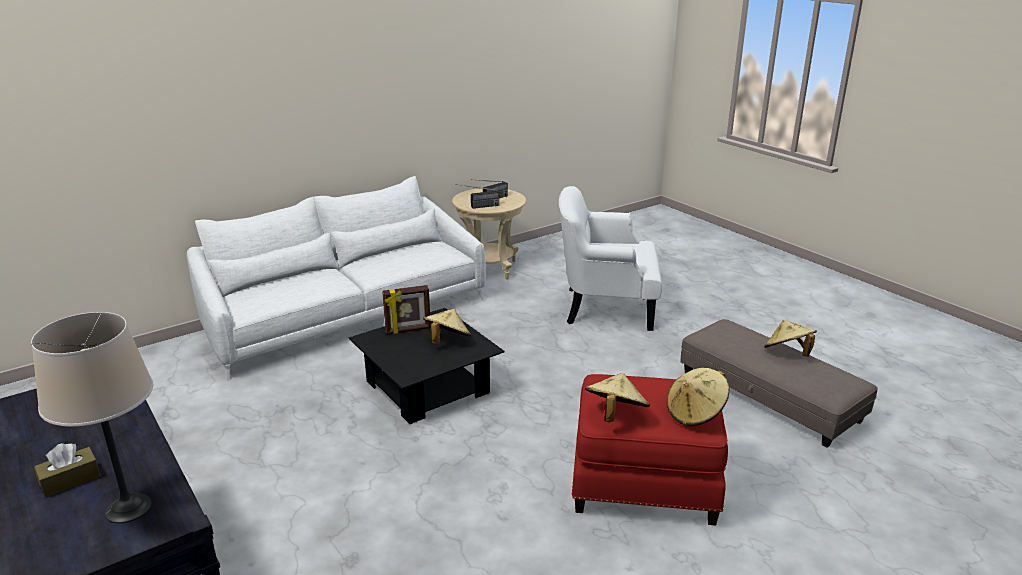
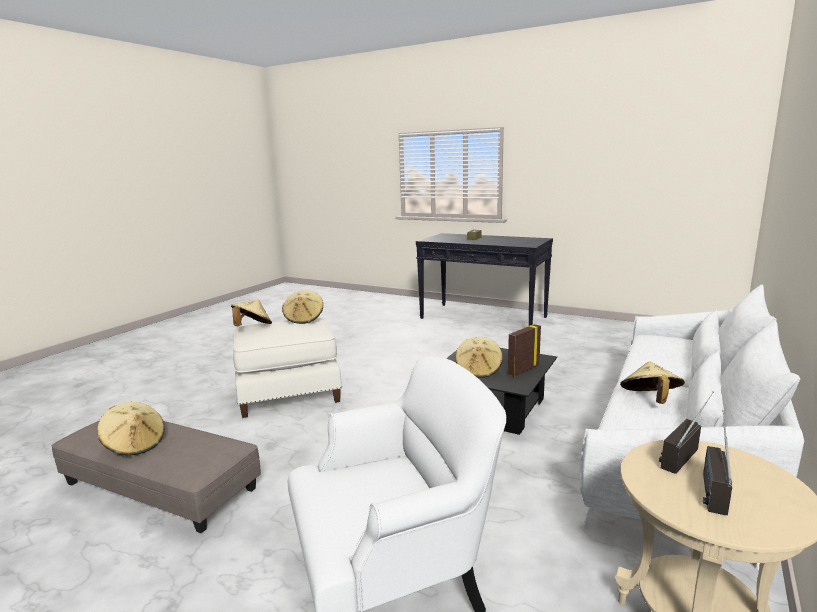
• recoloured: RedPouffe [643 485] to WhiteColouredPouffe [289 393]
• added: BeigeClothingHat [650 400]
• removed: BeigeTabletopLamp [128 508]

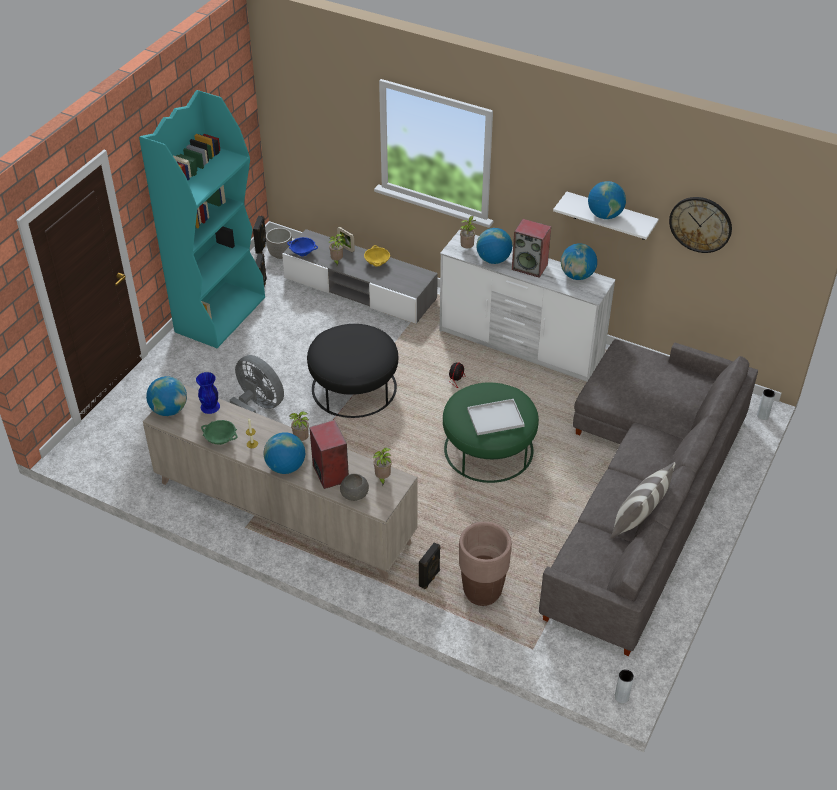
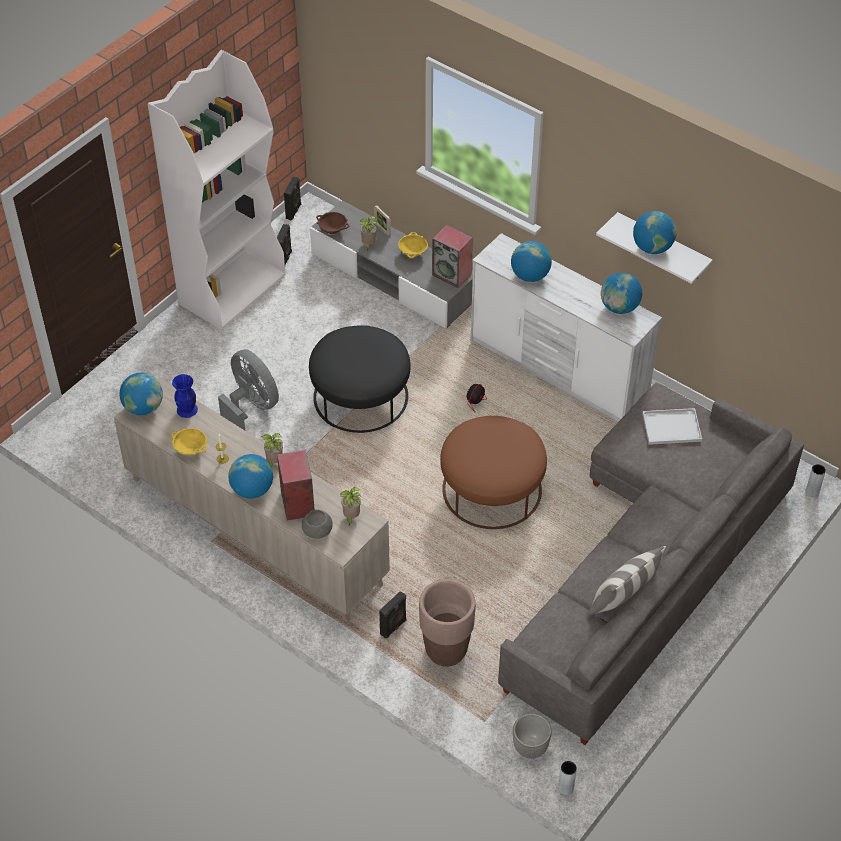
• recoloured: TurquoiseColouredBookcase [220 314] to WhiteColouredBookcase [232 289]
• recoloured: GreenishDeepDish [221 440] to YellowishDeepDish [190 449]
• recoloured: BluishDeepDish [303 253] to BrownColouredDeepDish [332 230]
• moved: Speaker [530 266] to [452 274]
• recoloured: GreenishPouffe [489 449] to BrownColouredPouffe [492 489]
• moved: FlowerPot [280 254] to [530 748]
• moved: WhiteColouredServingTray [494 418] to [670 428]
• removed: PottedPlant [467 248]
• removed: HangingClock [700 224]

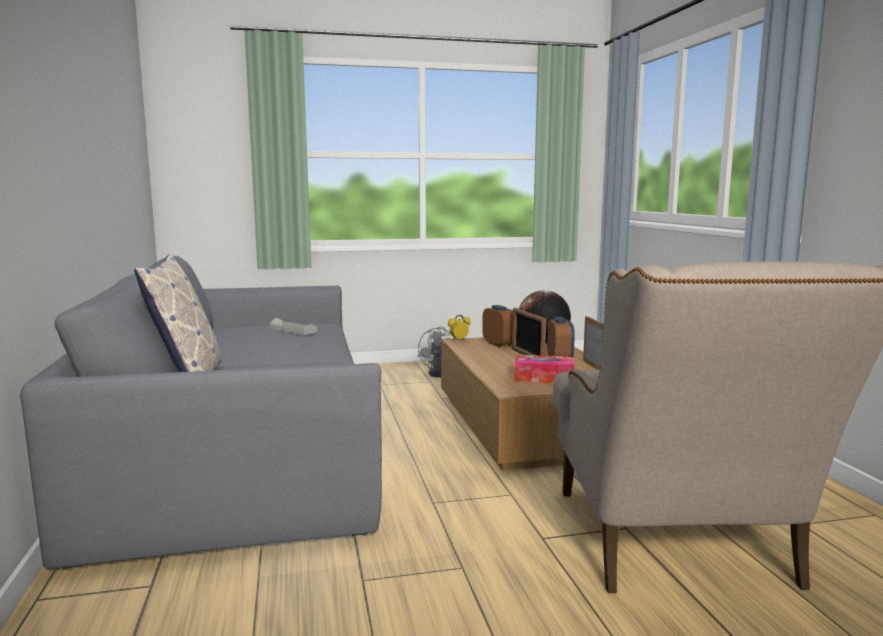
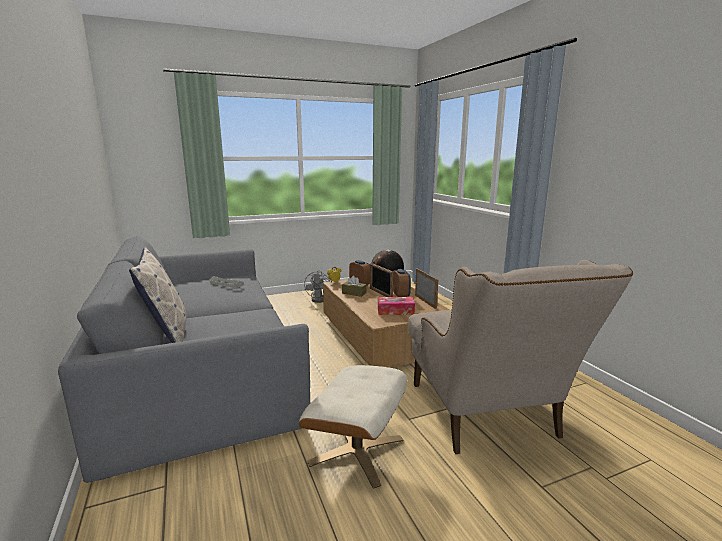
• added: BeigePouffe [357 451]
• added: BrownColouredBoxOfTissues [354 293]

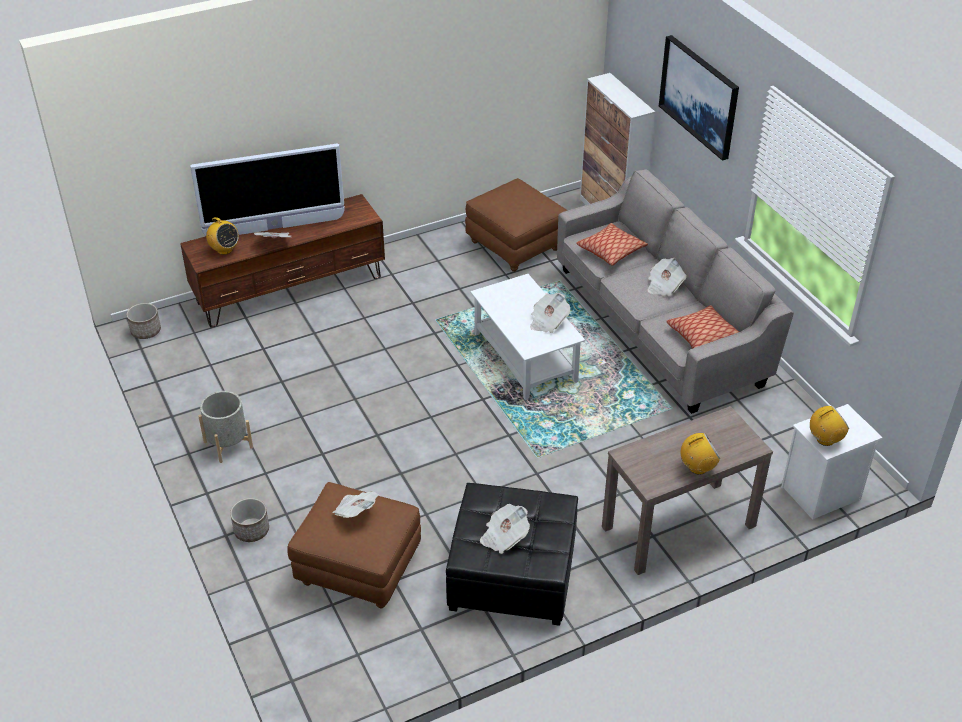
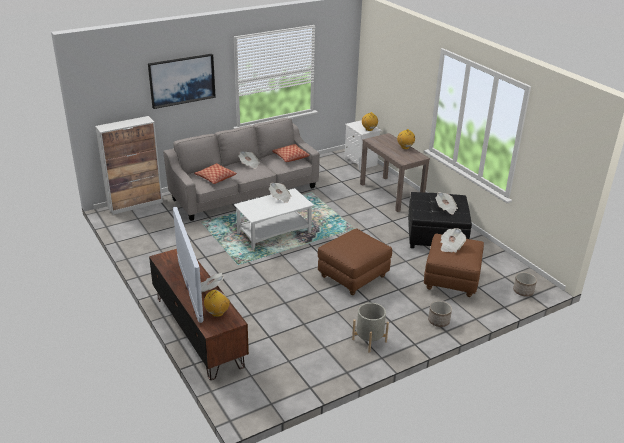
• moved: BrownColouredPouffe [515 246] to [353 276]
• moved: FlowerPot [146 331] to [523 291]

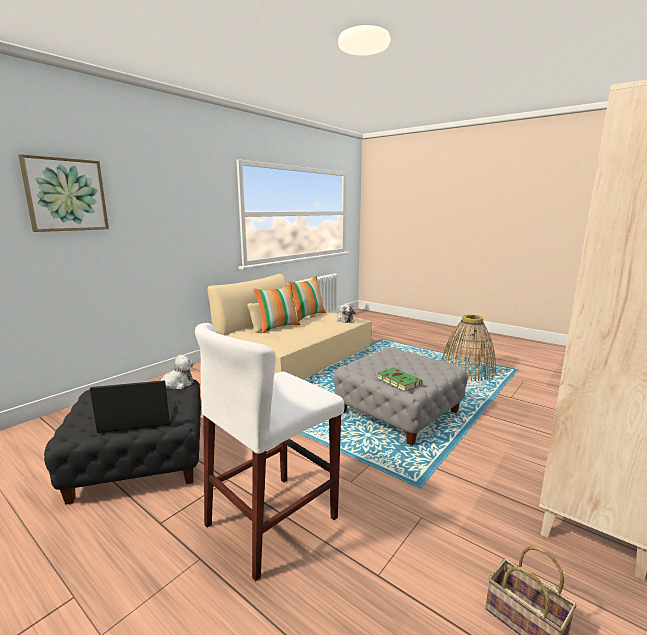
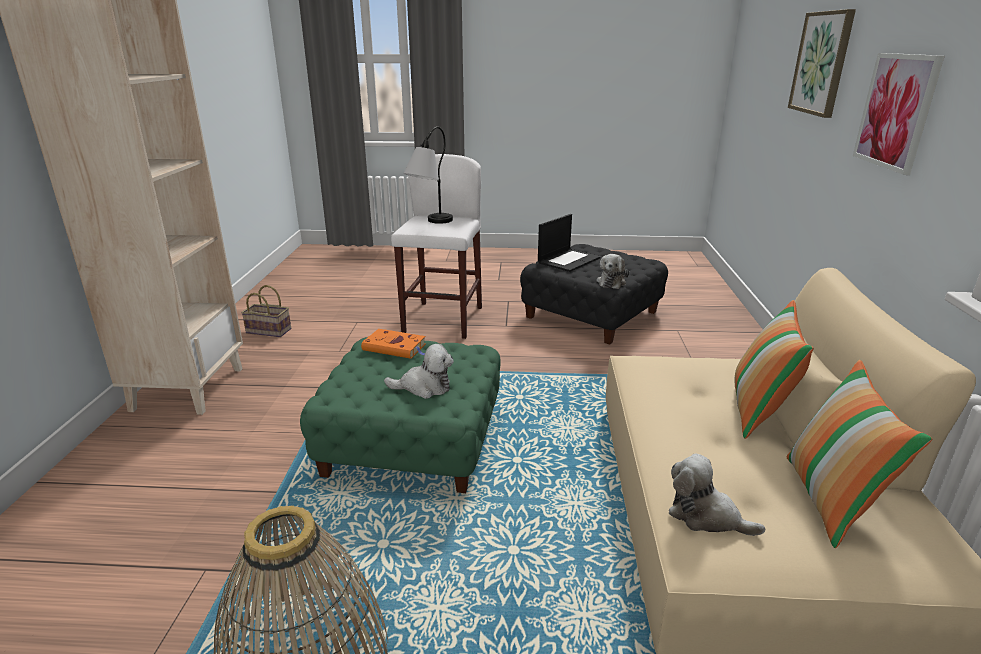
• recoloured: GrayPouffe [398 412] to GreenishPouffe [412 441]
• recoloured: GreenishBoundBook [397 381] to OrangeyBoundBook [396 348]
• added: PlushToy [424 387]
• added: TabletopLamp [430 224]
• added: WallArt [896 111]

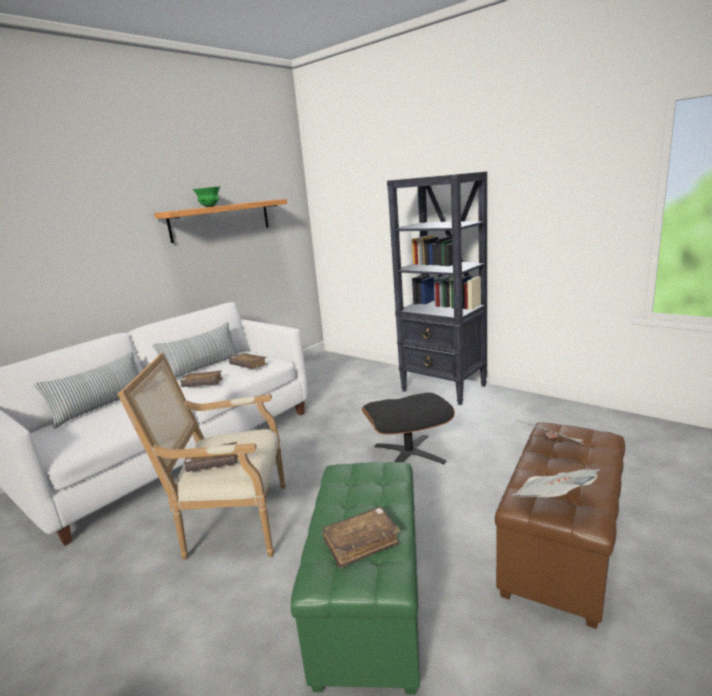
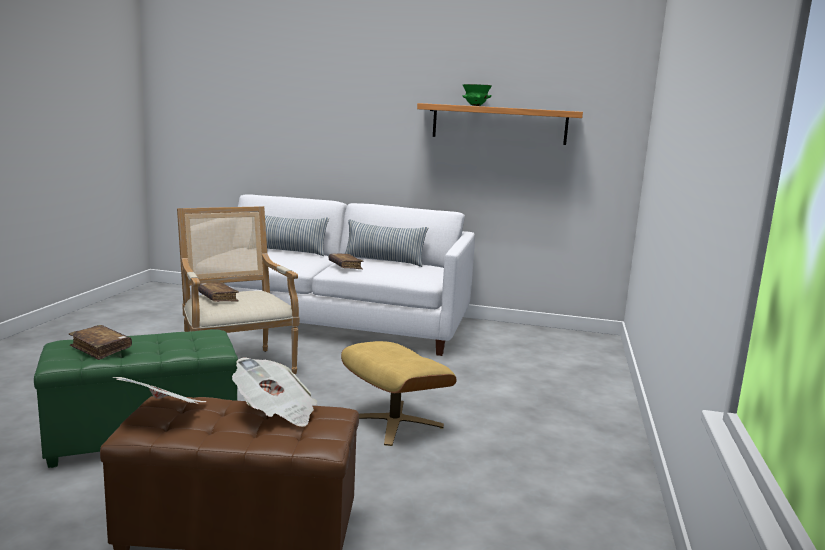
• recoloured: BlackColouredPouffe [409 454] to BeigePouffe [393 422]
• removed: BrownColouredBoundBook [248 366]
• removed: BlackColouredBookcase [444 388]

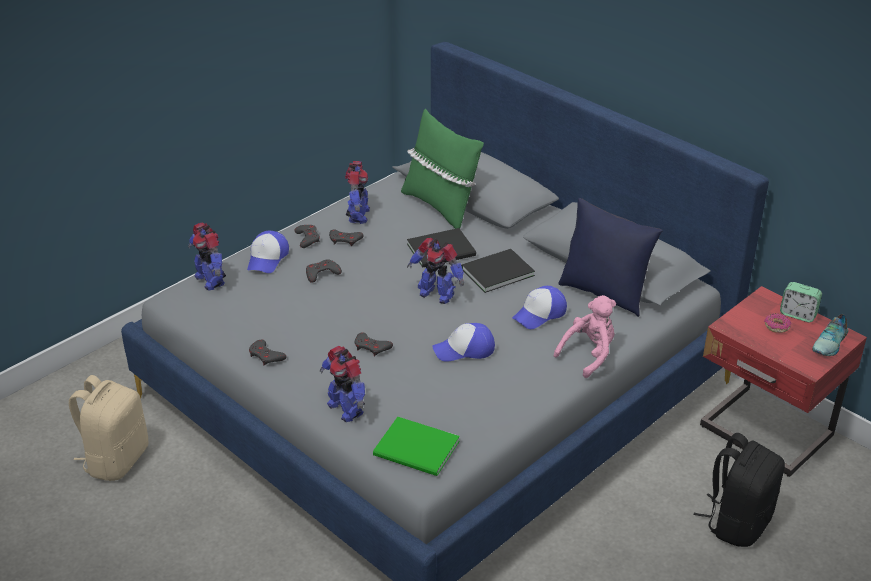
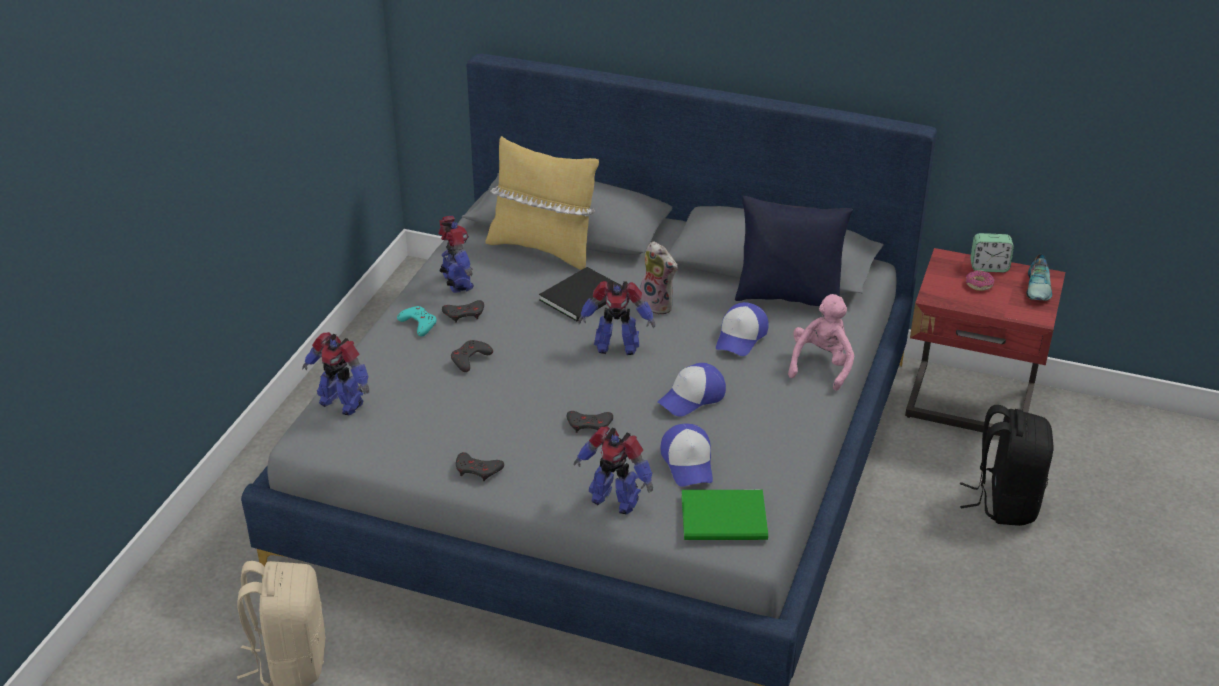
• recoloured: GrayGamepad [307 238] to TurquoiseColouredGamepad [418 324]
• recoloured: GreenishPillow [440 206] to YellowishPillow [543 248]
• replaced: BlackColouredBoundBook [495 272] to PlushToy [659 305]
• moved: PeakedCap [267 258] to [688 463]

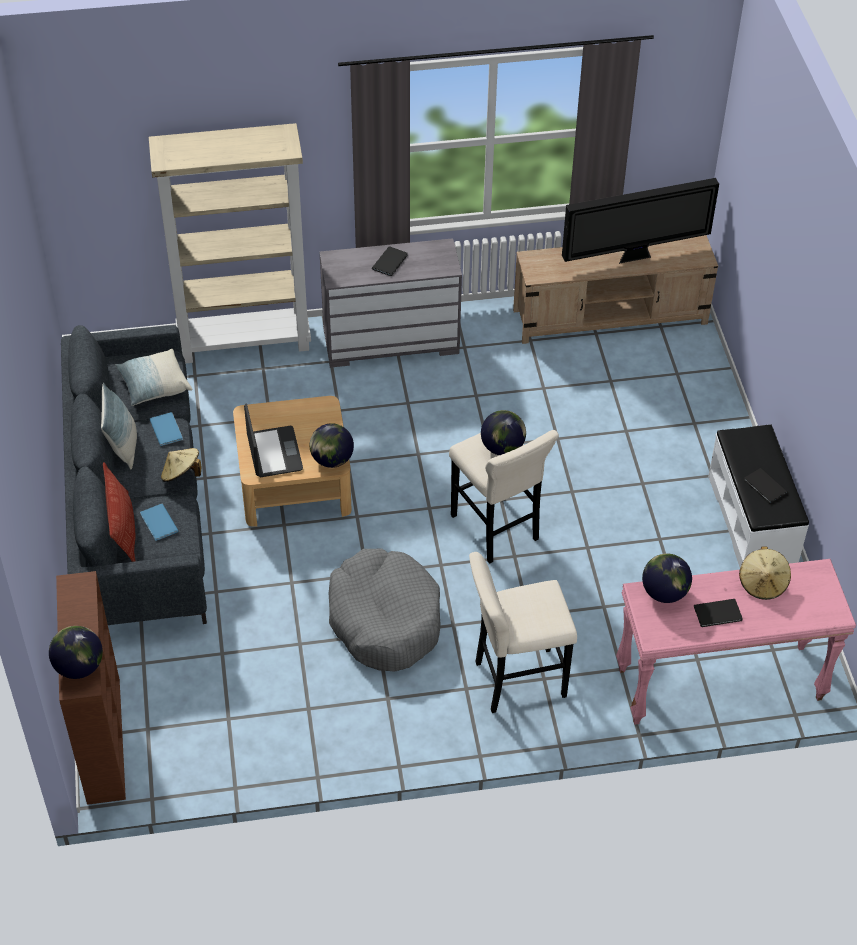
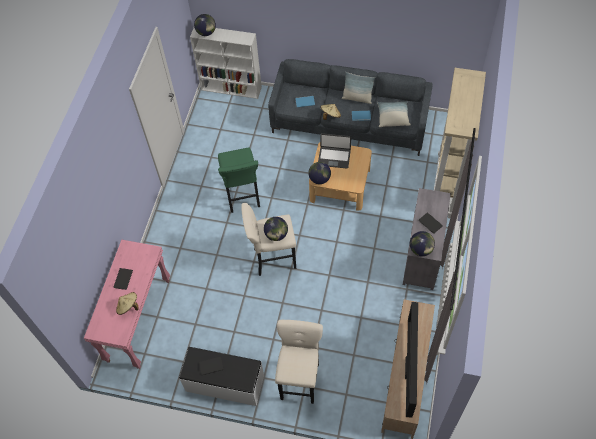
• recoloured: BrownColouredBookcase [103 739] to WhiteColouredBookcase [232 88]
• replaced: GrayPetBed [385 619] to GreenishStoolSeat [242 197]
• moved: BeigeStoolSeat [515 680] to [300 379]
• moved: DeskGlobe [664 592] to [421 249]
• removed: Pillow [123 529]

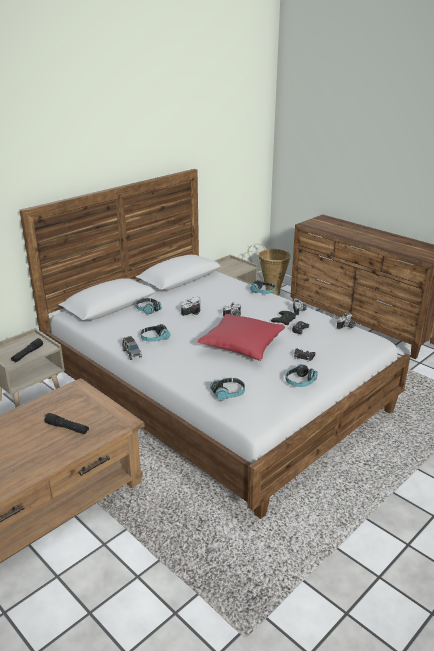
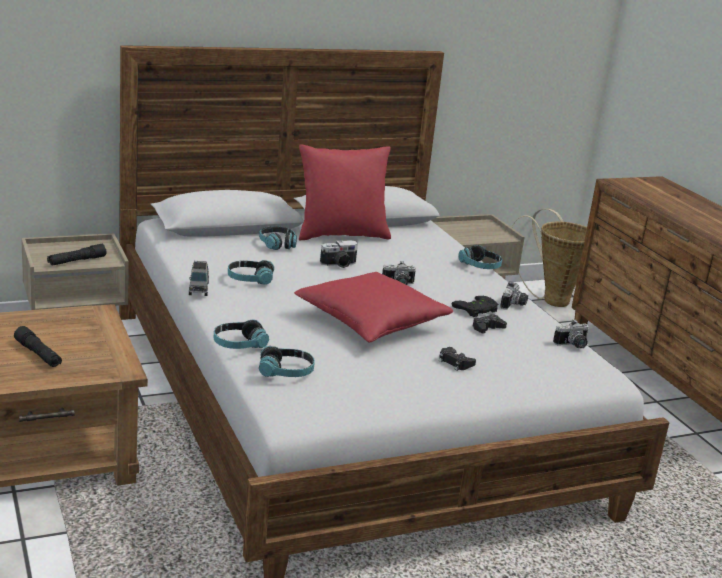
• moved: PairOfHeadphones [300 382] to [239 344]
• added: RedPillow [341 235]

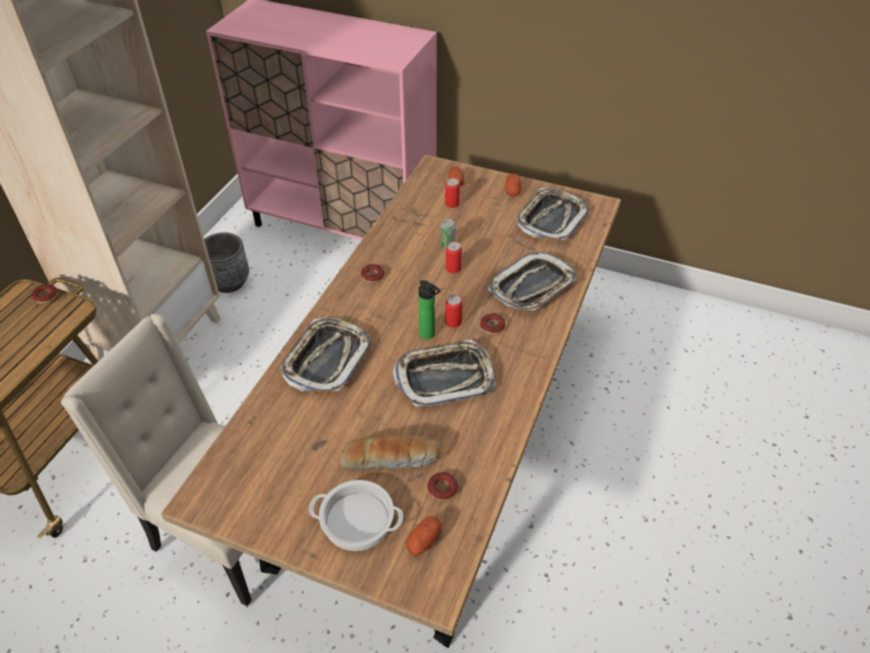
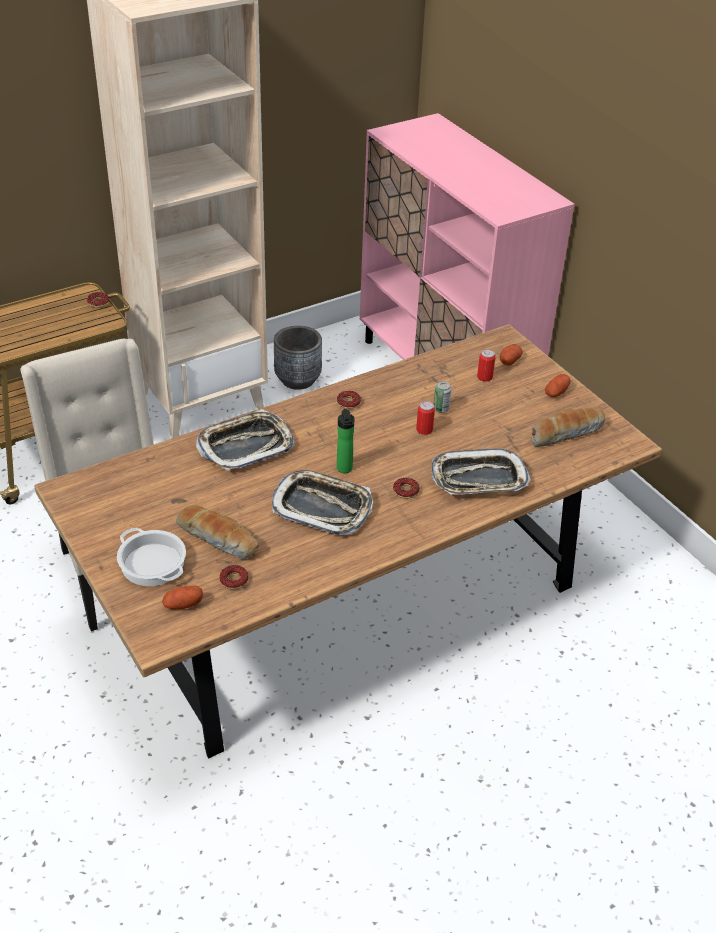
• replaced: ServingTray [551 219] to BakedBread [566 433]
• removed: MetalCan [453 322]

